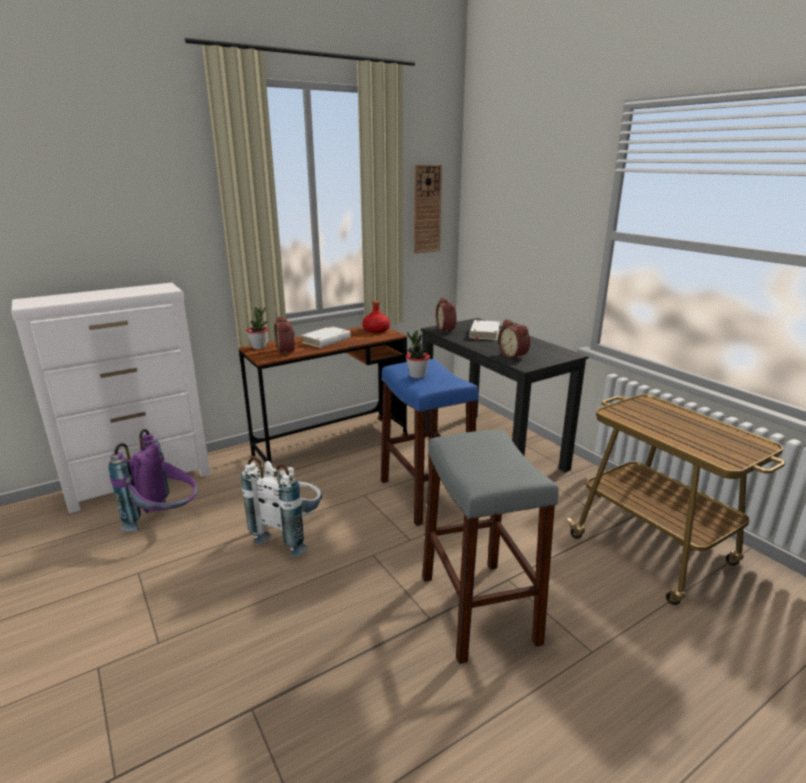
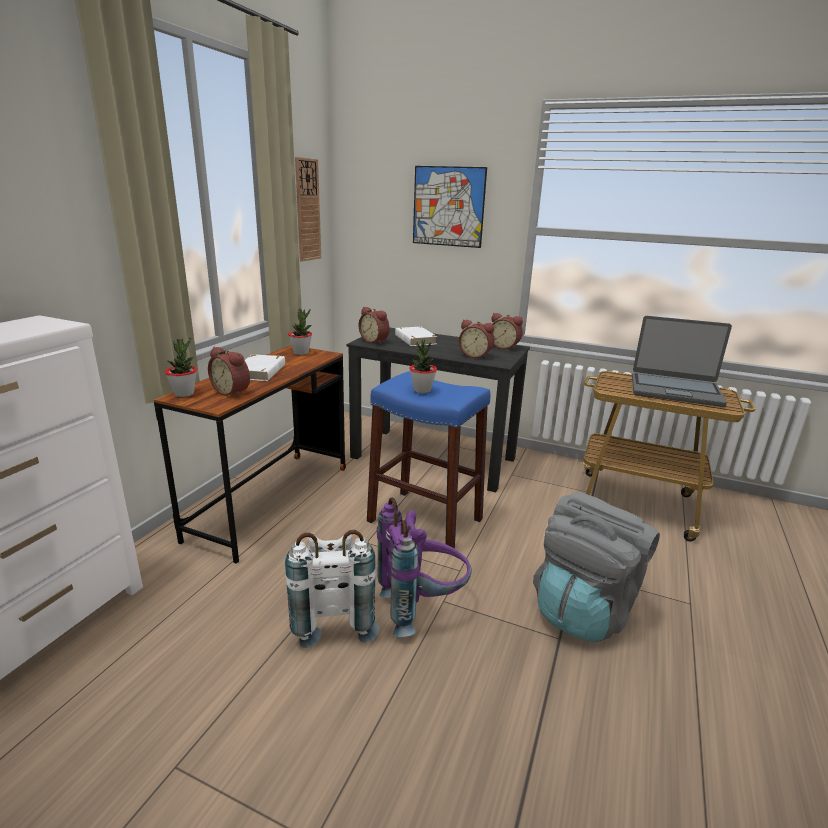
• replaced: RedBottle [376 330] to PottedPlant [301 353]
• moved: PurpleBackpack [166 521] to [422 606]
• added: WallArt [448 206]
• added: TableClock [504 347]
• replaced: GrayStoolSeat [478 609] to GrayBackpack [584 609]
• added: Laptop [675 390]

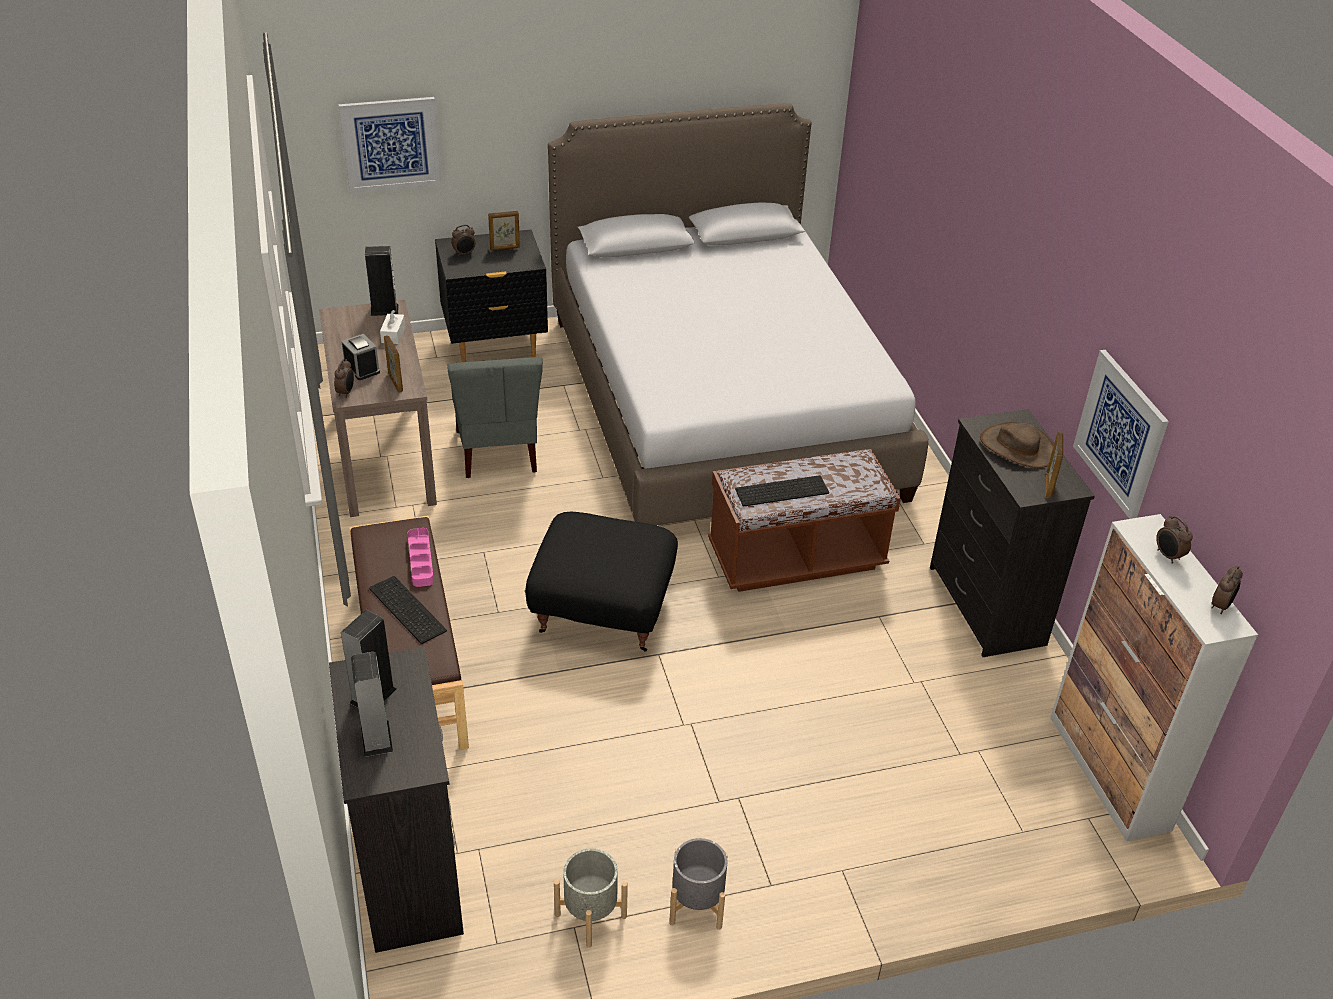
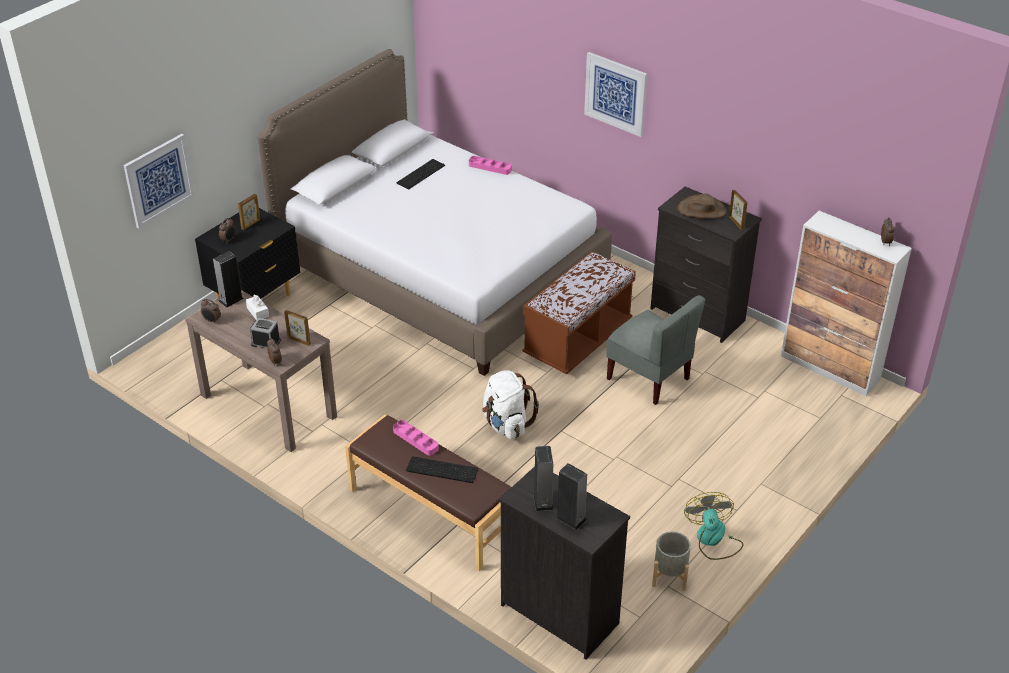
• moved: TableClock [1168 556] to [212 321]
• moved: PcKeyboard [782 490] to [420 173]
• added: PinkServingTray [490 167]
• replaced: BlackColouredPouffe [603 612] to WhiteColouredBackpack [506 424]
• moved: WallArt [1120 434] to [615 93]
• moved: GrayUprightChair [498 451] to [649 378]
• replaced: GrayFlowerPot [697 905] to Fan [713 540]

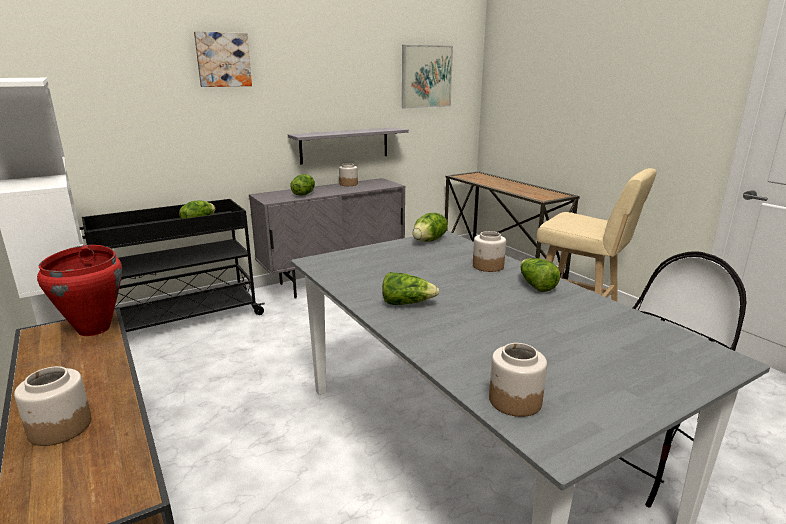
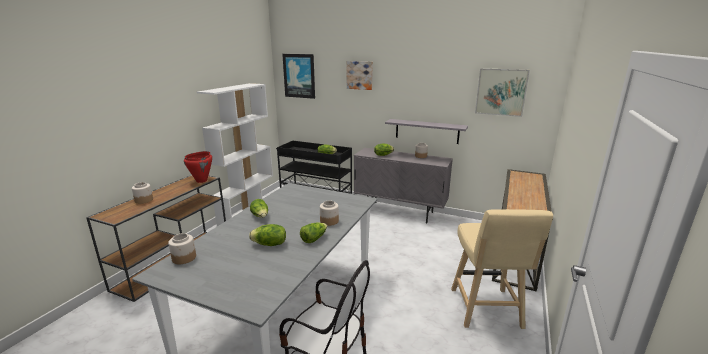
• moved: HeadOfLettuce [429 240] to [269 244]
• added: WallArt [299 76]

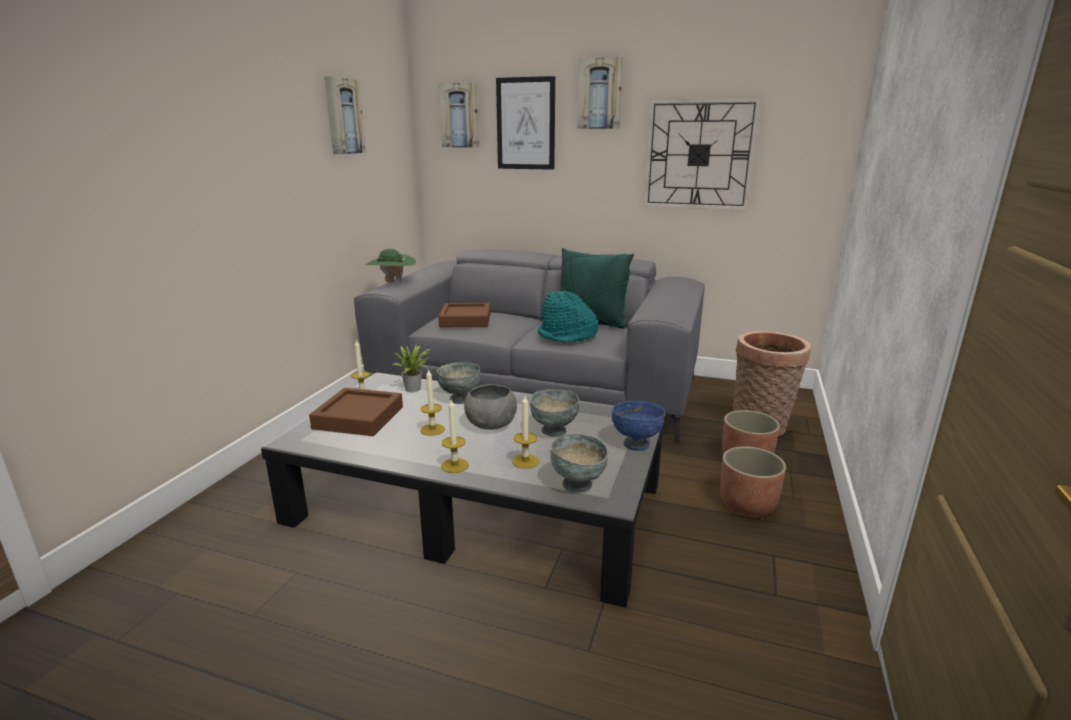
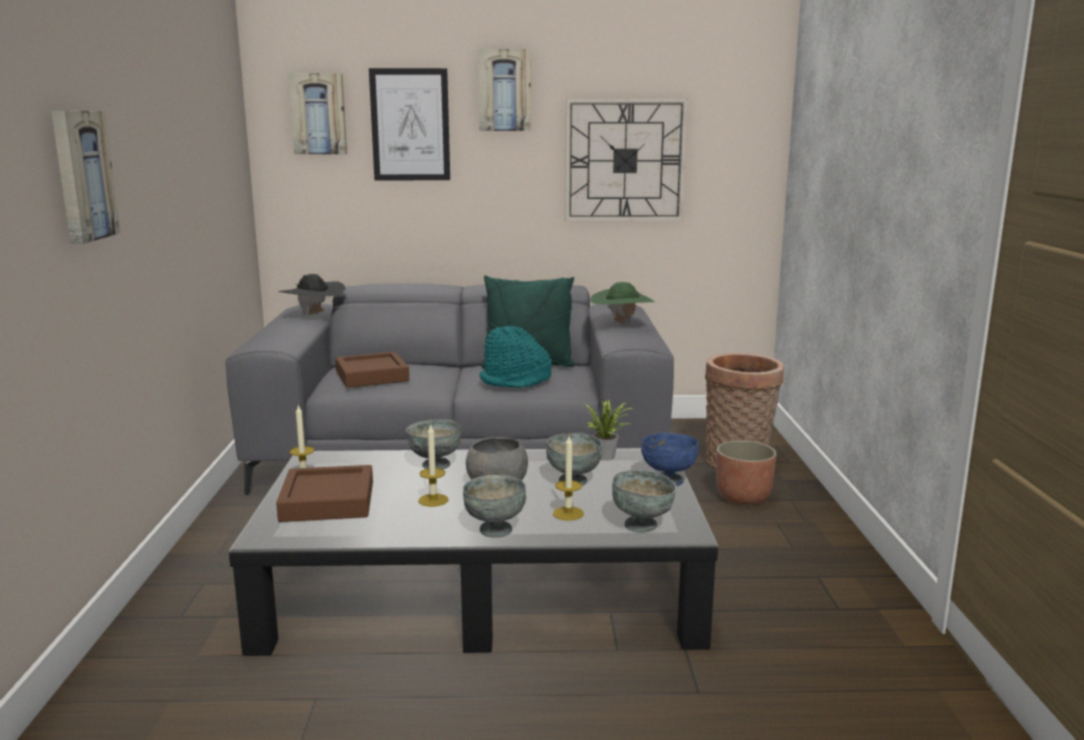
• moved: WallArt [343 116] to [81 175]
• added: BlackColouredClothingHat [314 315]
• replaced: Candle [454 465] to GrayDeepDish [494 530]
• moved: PottedPlant [415 389] to [607 456]
• moved: GreenishClothingHat [392 282] to [621 325]
• removed: FlowerPot [747 505]

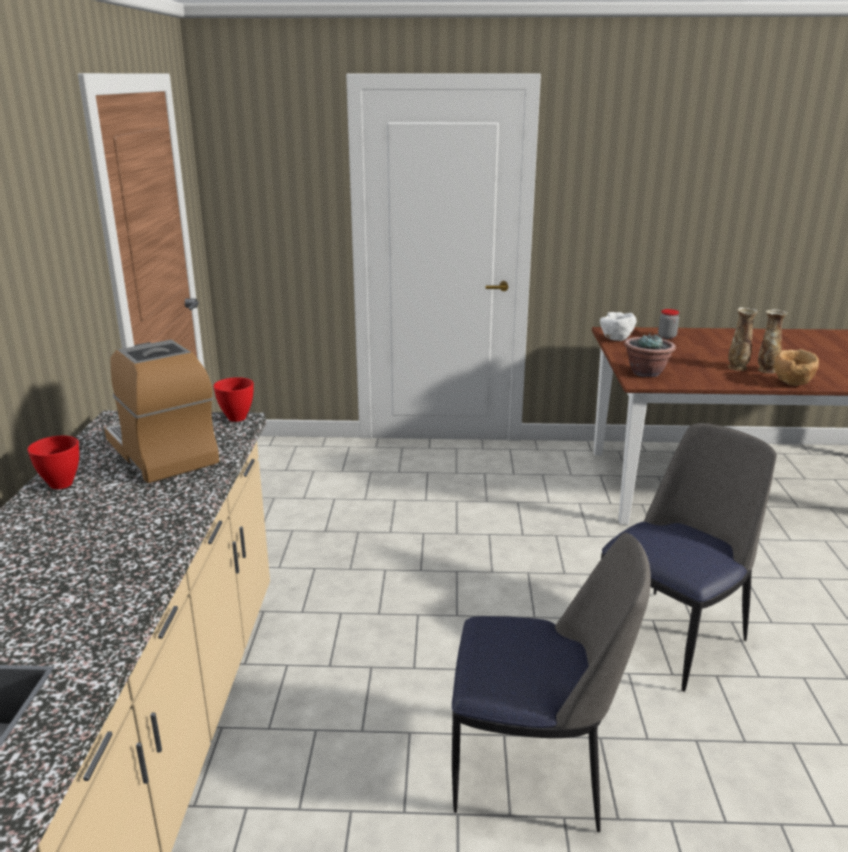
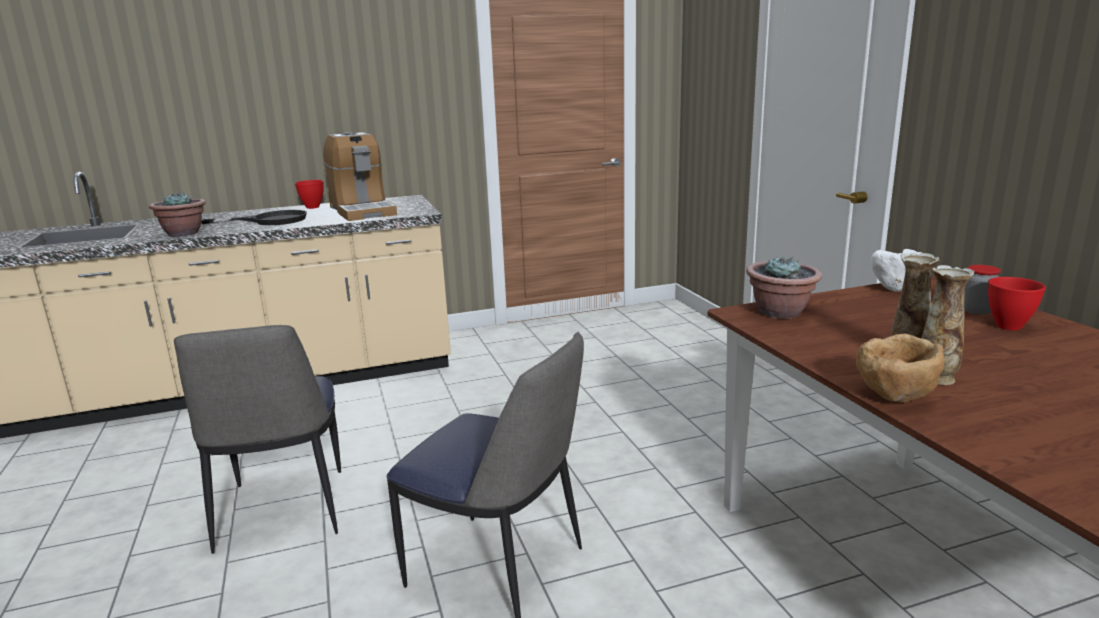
• added: PottedPlant [183 234]
• added: BlackColouredSkillet [270 221]
• turned: CoffeeMaker [162 452] = [362 211] 120 degrees clockwise
• moved: RedDeepDish [238 418] to [1010 326]

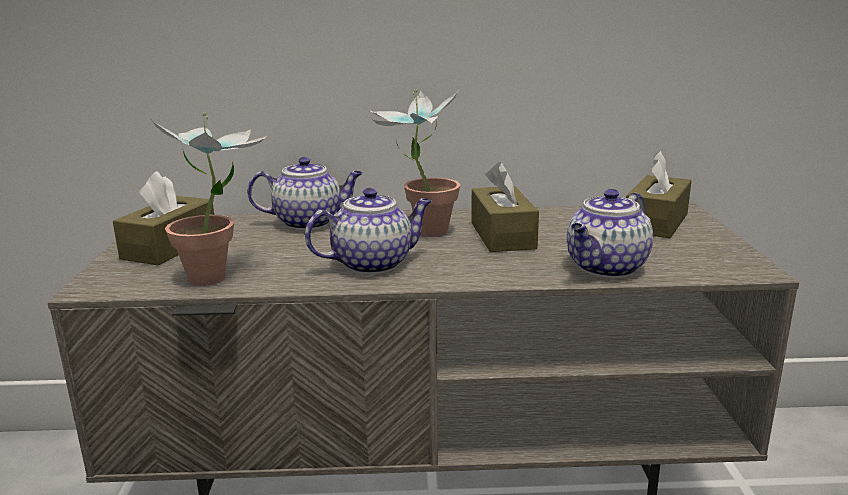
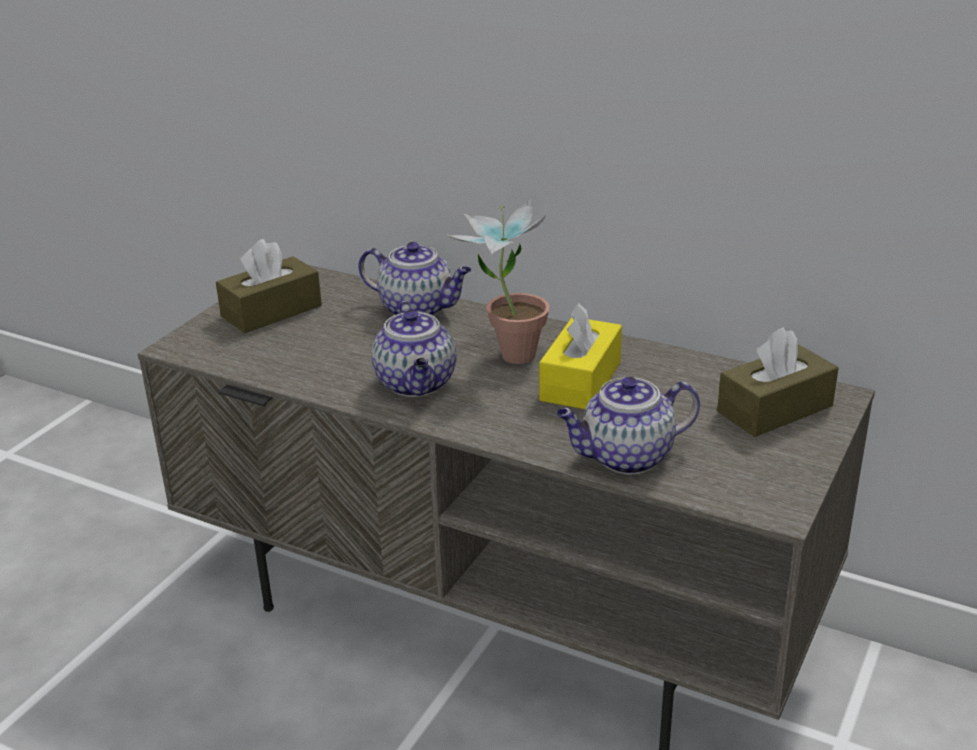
• turned: Teapot [373 263] = [417 384] 75 degrees clockwise
• recoloured: BrownColouredBoxOfTissues [502 235] to YellowishBoxOfTissues [580 381]
• removed: PottedPlant [221 276]

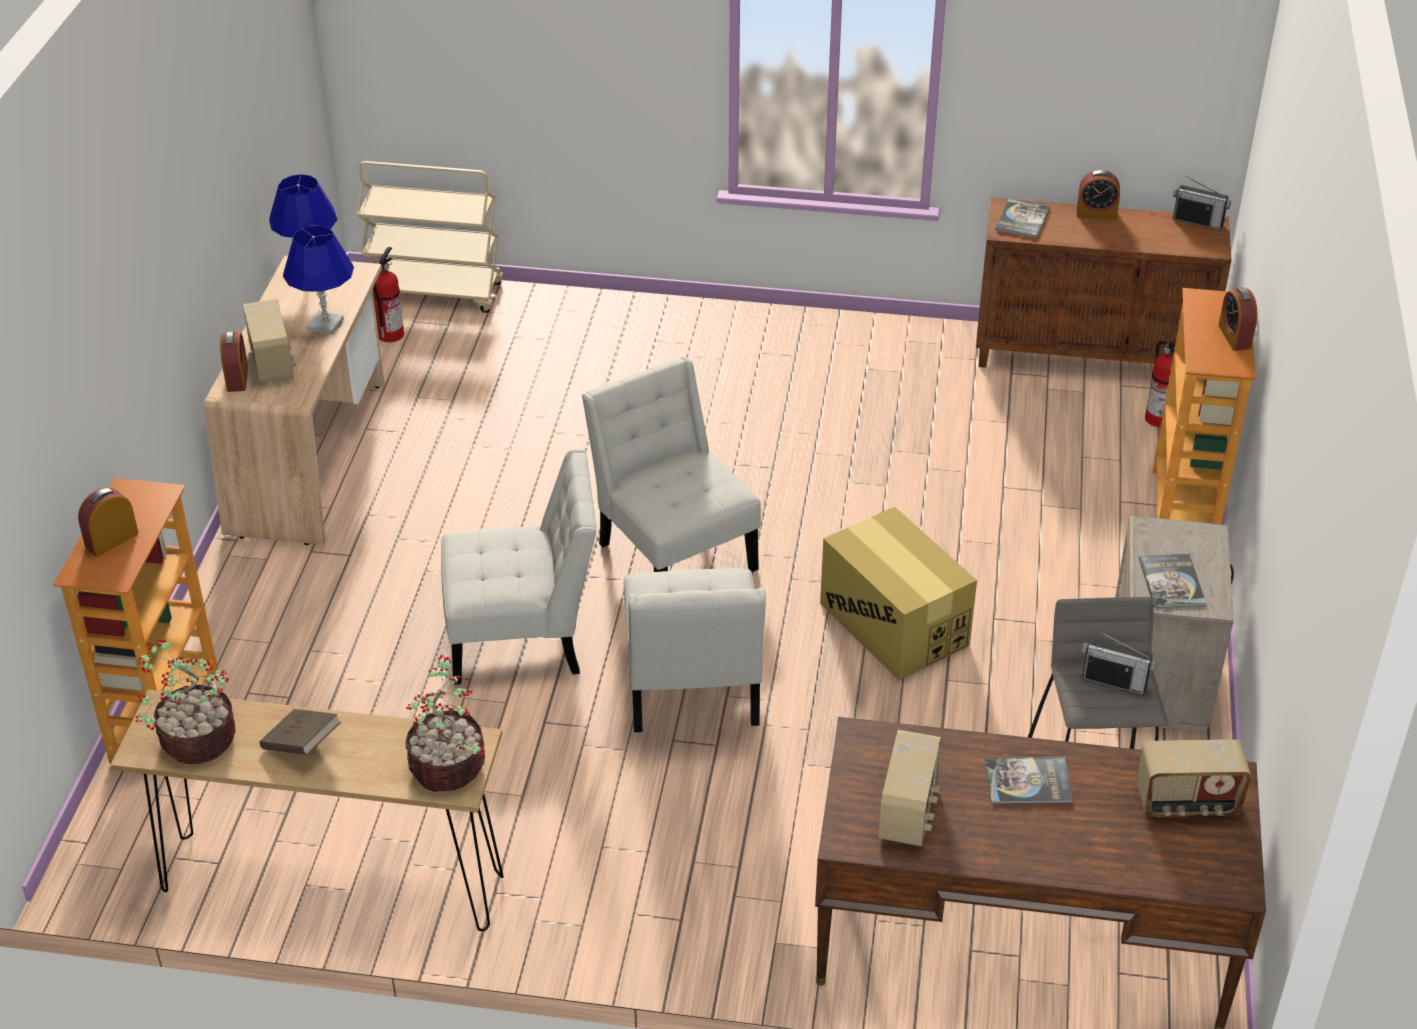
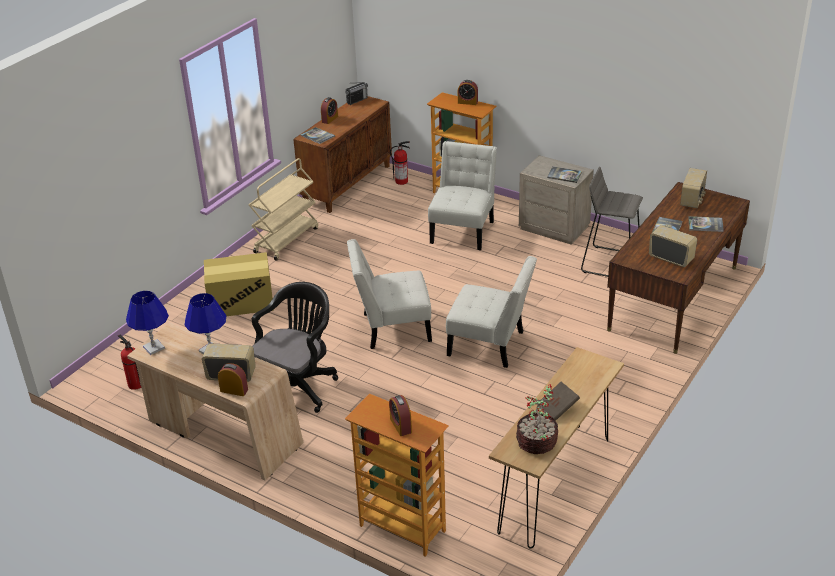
• moved: Carton [893 624] to [241 302]
• moved: BeigeTrolley [435 292] to [286 240]
• added: BlackColouredComputerChair [297 386]
• moved: WhiteColouredUprightChair [524 637] to [463 230]
• added: BoundBook [705 224]
• removed: PottedPlant [449 768]
• removed: RadioSet [1114 682]

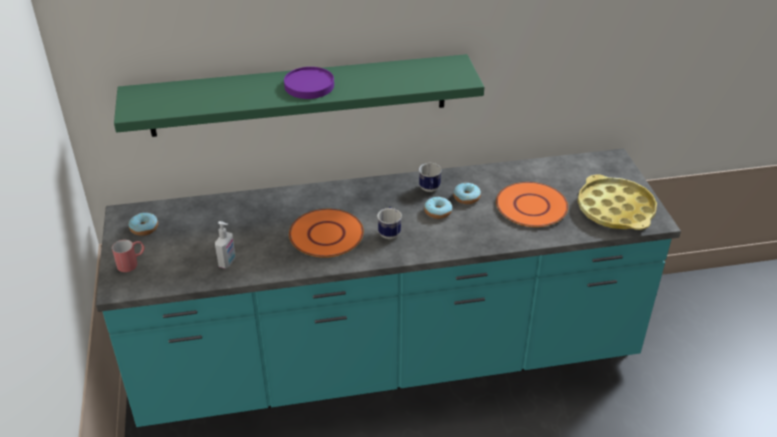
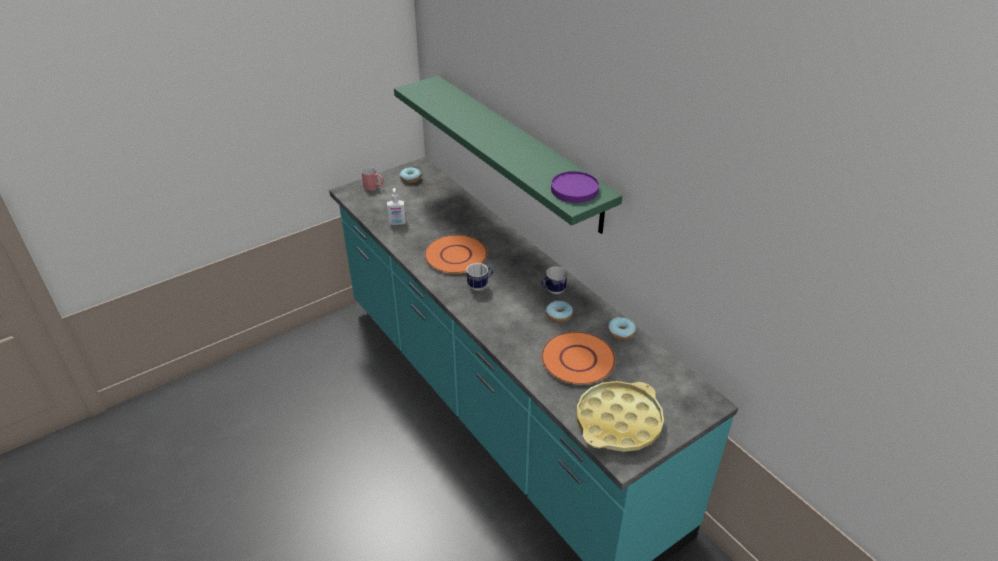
• moved: PurpleFlatDish [309 85] to [575 190]
• moved: RingDoughnut [438 212] to [621 332]

